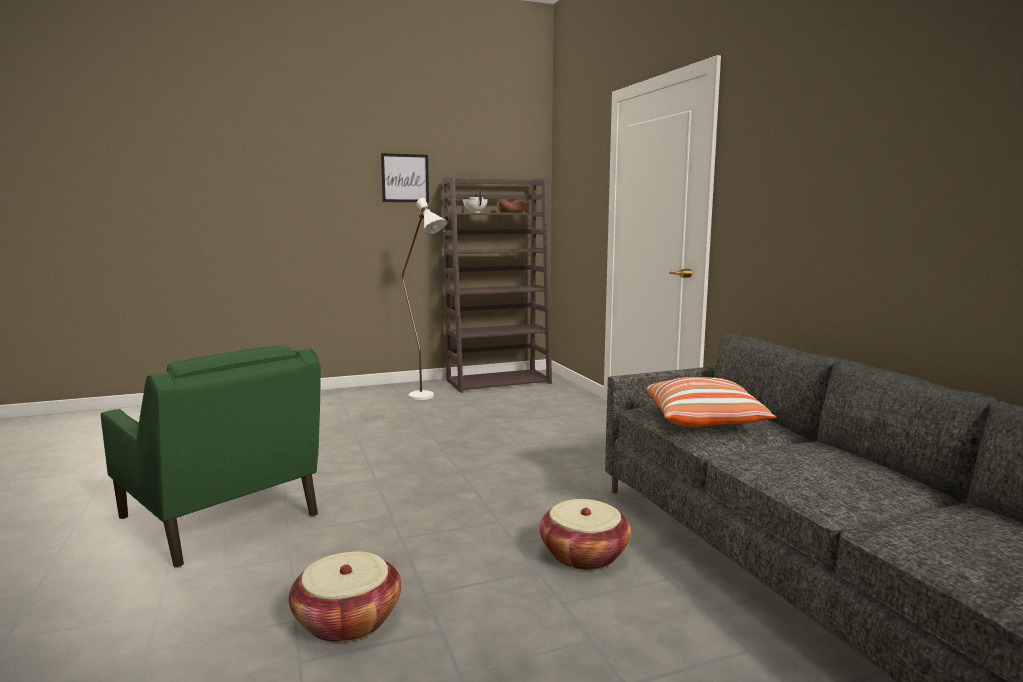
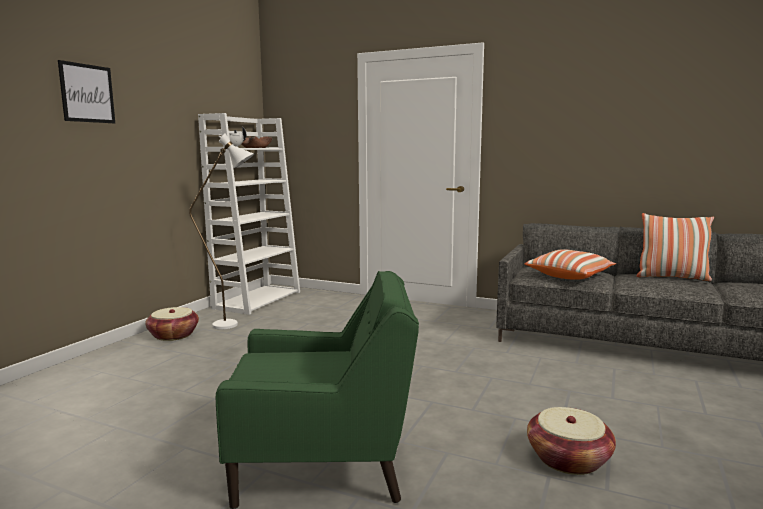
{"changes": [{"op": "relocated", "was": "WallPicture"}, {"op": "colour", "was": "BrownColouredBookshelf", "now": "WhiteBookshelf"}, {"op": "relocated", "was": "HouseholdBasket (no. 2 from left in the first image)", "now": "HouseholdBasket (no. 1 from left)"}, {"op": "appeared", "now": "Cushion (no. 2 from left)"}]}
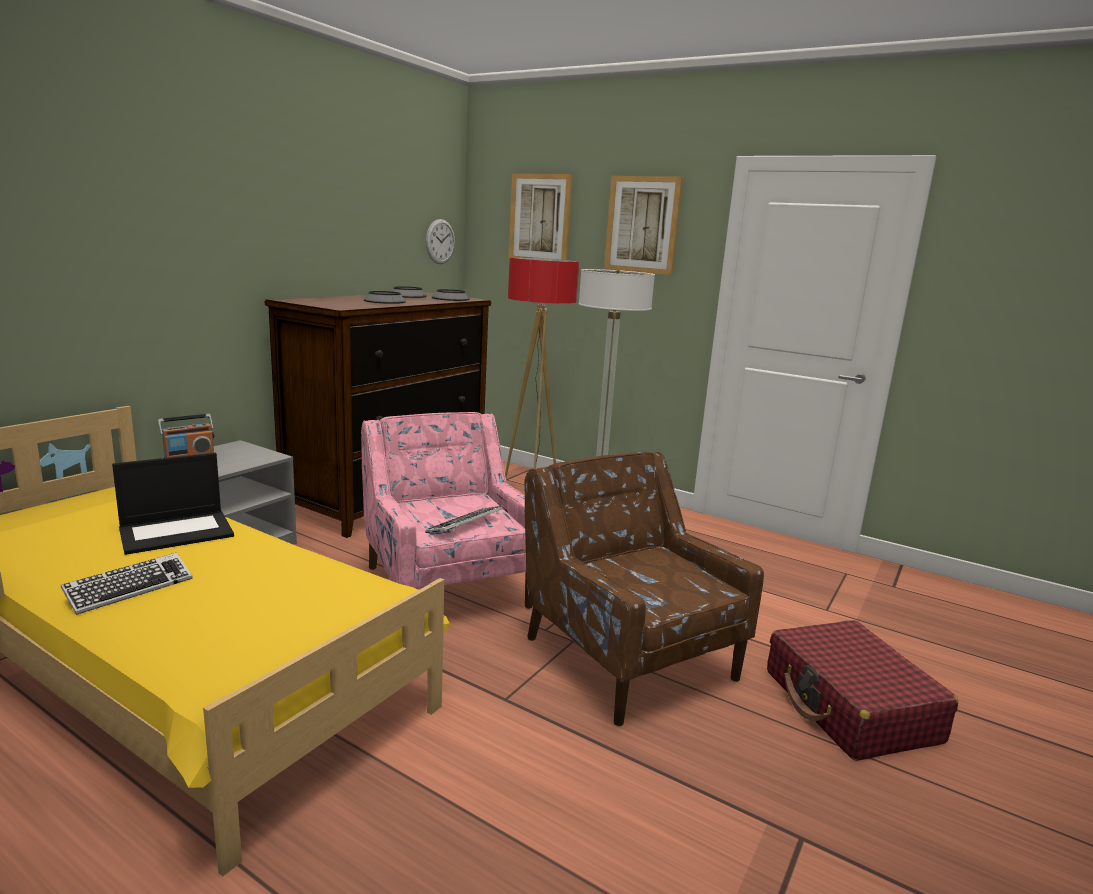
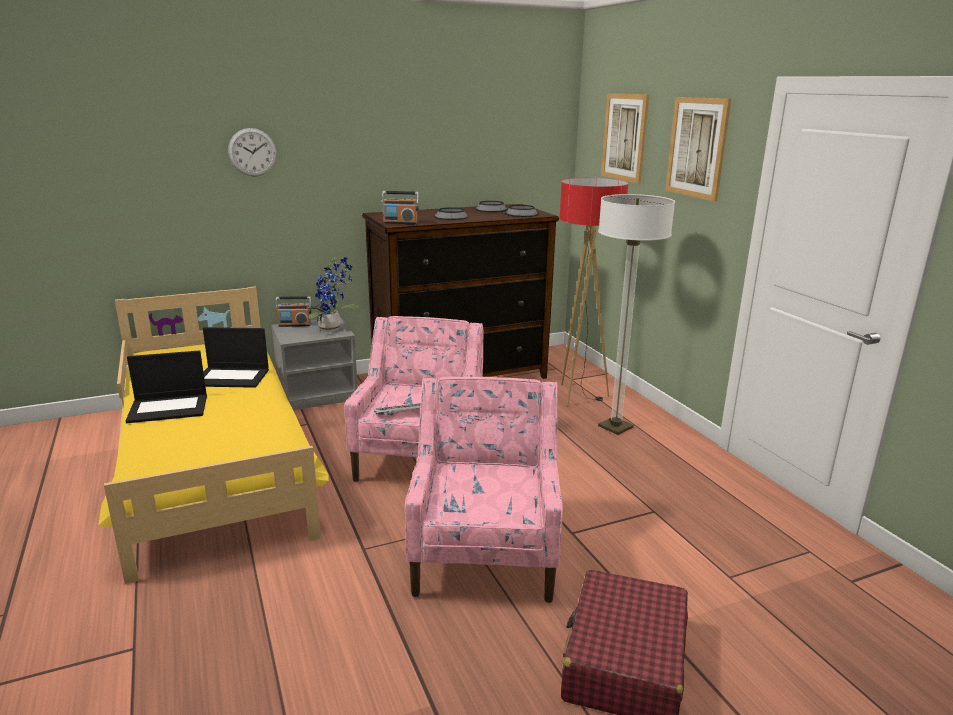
{"changes": [{"op": "relocated", "was": "ClockOnTheWall"}, {"op": "colour", "was": "BrownColouredLoungeChair", "now": "PinkishLoungeChair (no. 2 from left)"}, {"op": "exchanged", "was": "PcKeyboard (no. 1 from left)", "now": "PortableComputer (no. 1 from left)"}, {"op": "appeared", "now": "RadioSet (no. 2 from left)"}, {"op": "appeared", "now": "PlantInAPot"}]}
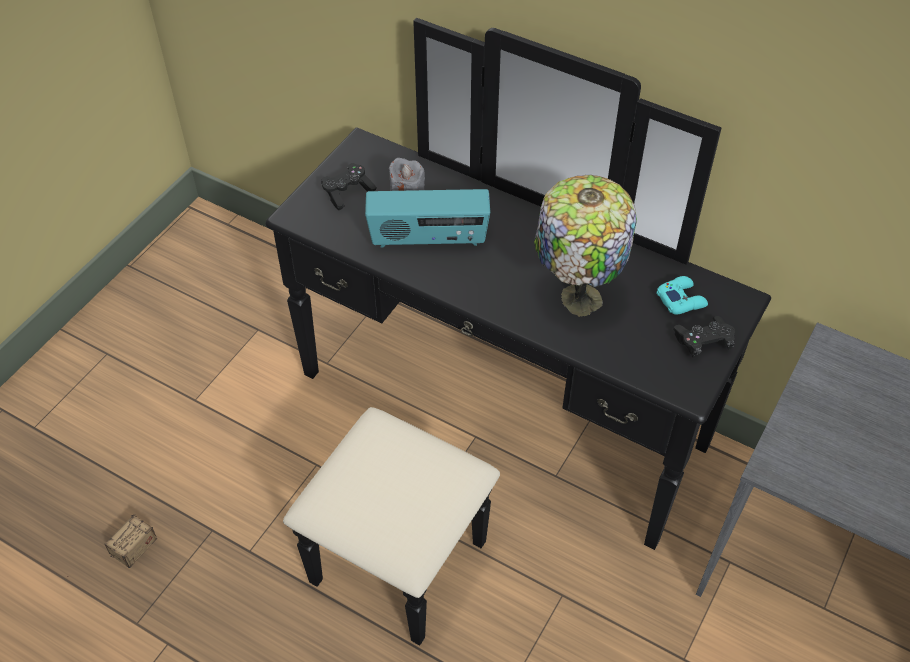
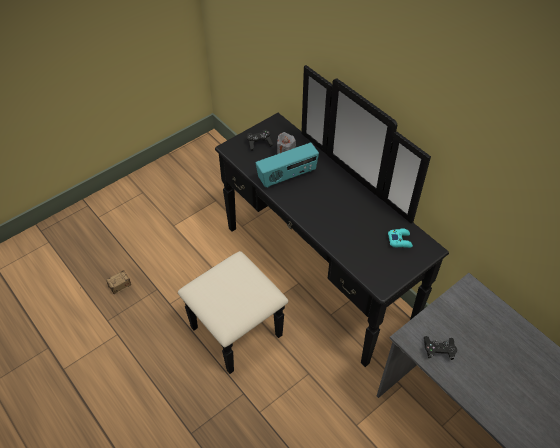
{"changes": [{"op": "missing", "was": "LampForATable"}, {"op": "spun", "was": "RadioSet", "clockwise": -45}, {"op": "relocated", "was": "BlackGamepad (no. 2 from left)"}]}
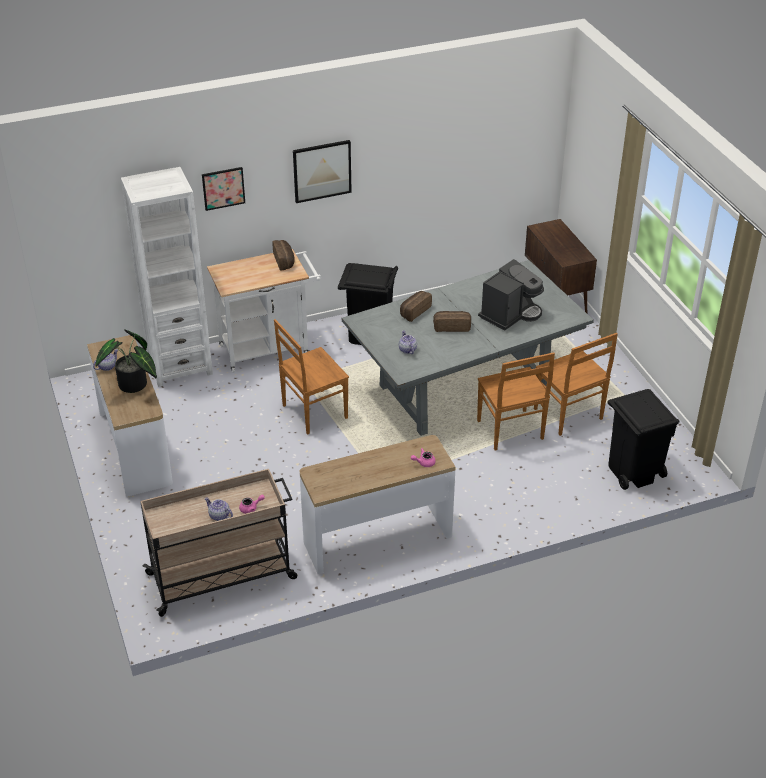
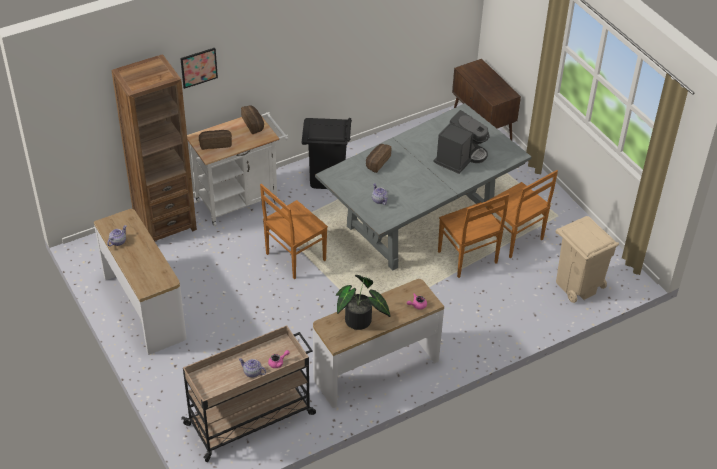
{"changes": [{"op": "missing", "was": "WallPicture (no. 2 from left)"}, {"op": "colour", "was": "WhiteBookshelf", "now": "BrownColouredBookshelf"}, {"op": "relocated", "was": "BakedBread (no. 3 from left in the first image)", "now": "BakedBread (no. 1 from left)"}, {"op": "relocated", "was": "PlantInAPot"}, {"op": "colour", "was": "BlackRubbishBin (no. 2 from left)", "now": "BeigeRubbishBin"}]}
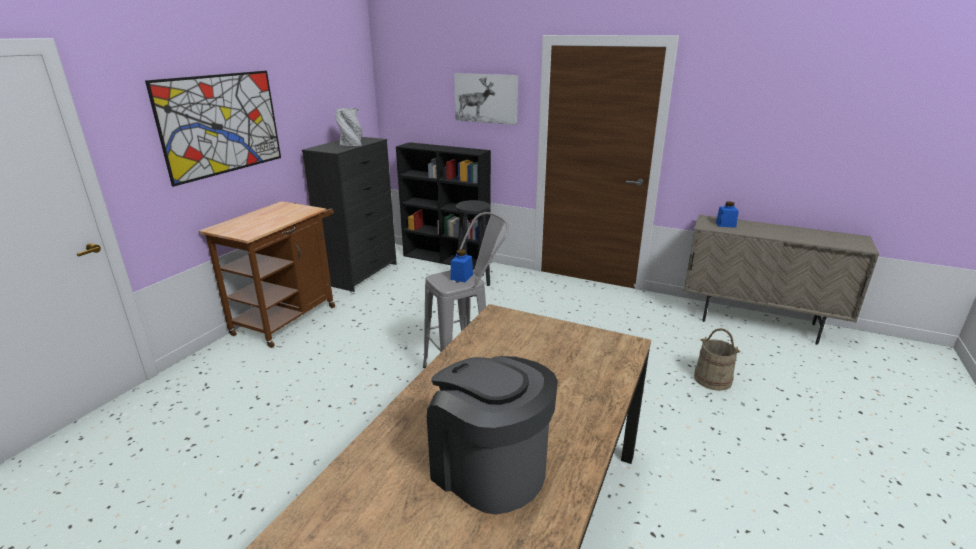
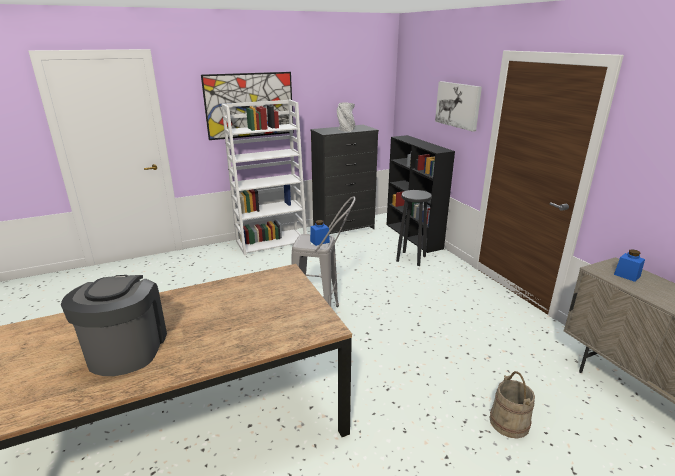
{"changes": [{"op": "exchanged", "was": "BrownColouredCart", "now": "WhiteBookshelf"}]}
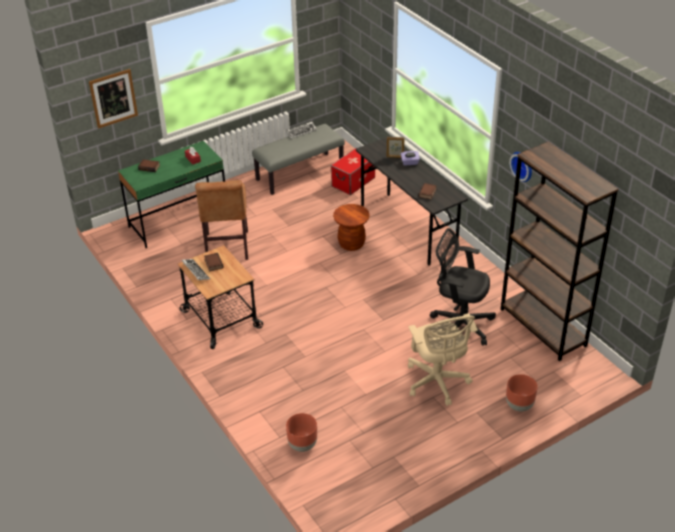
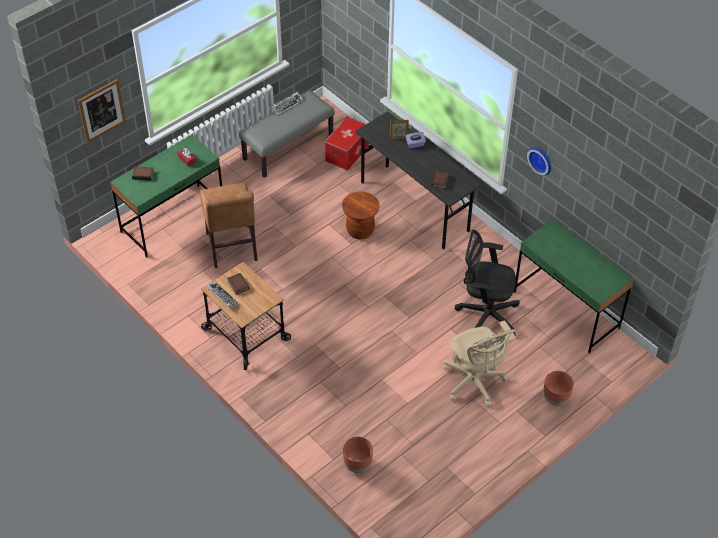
{"changes": [{"op": "exchanged", "was": "BrownColouredBookshelf", "now": "GreenishDesk (no. 2 from left)"}]}
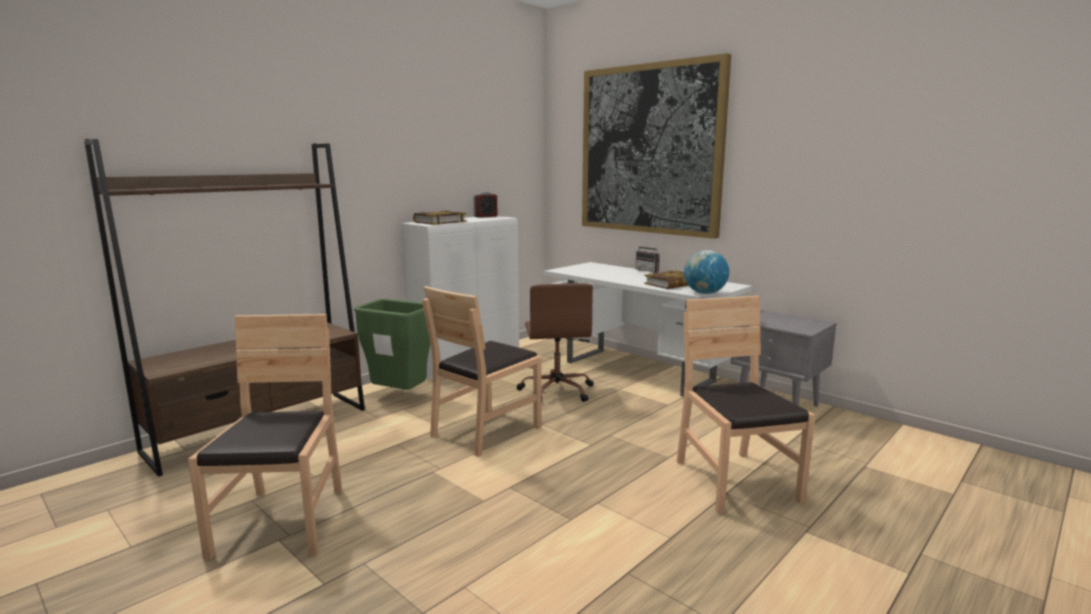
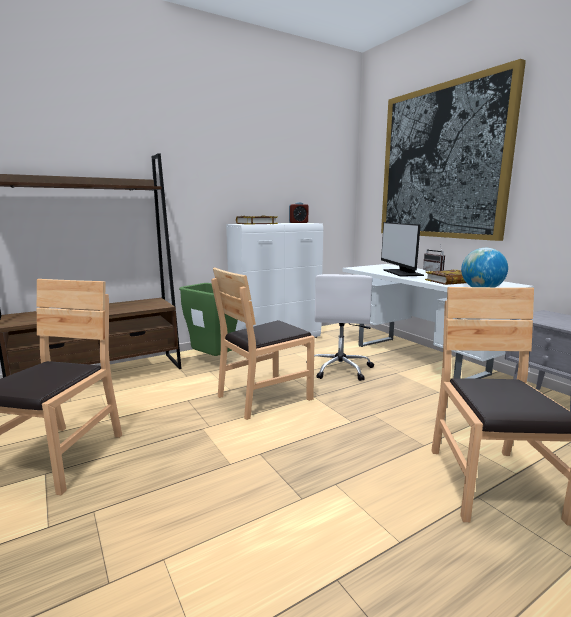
{"changes": [{"op": "colour", "was": "BrownColouredComputerChair", "now": "WhiteComputerChair"}, {"op": "appeared", "now": "ComputerScreen"}]}
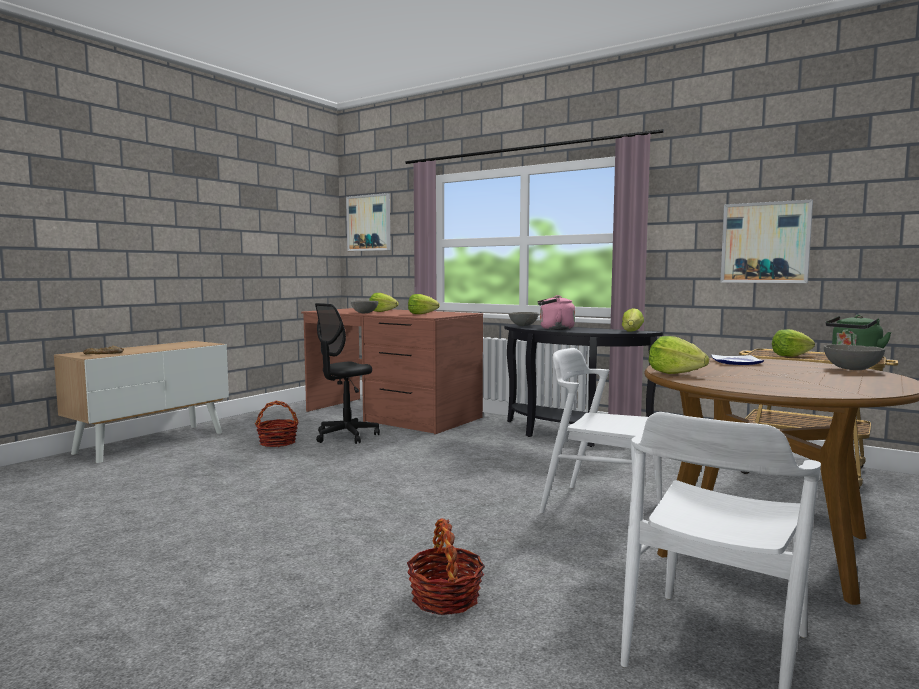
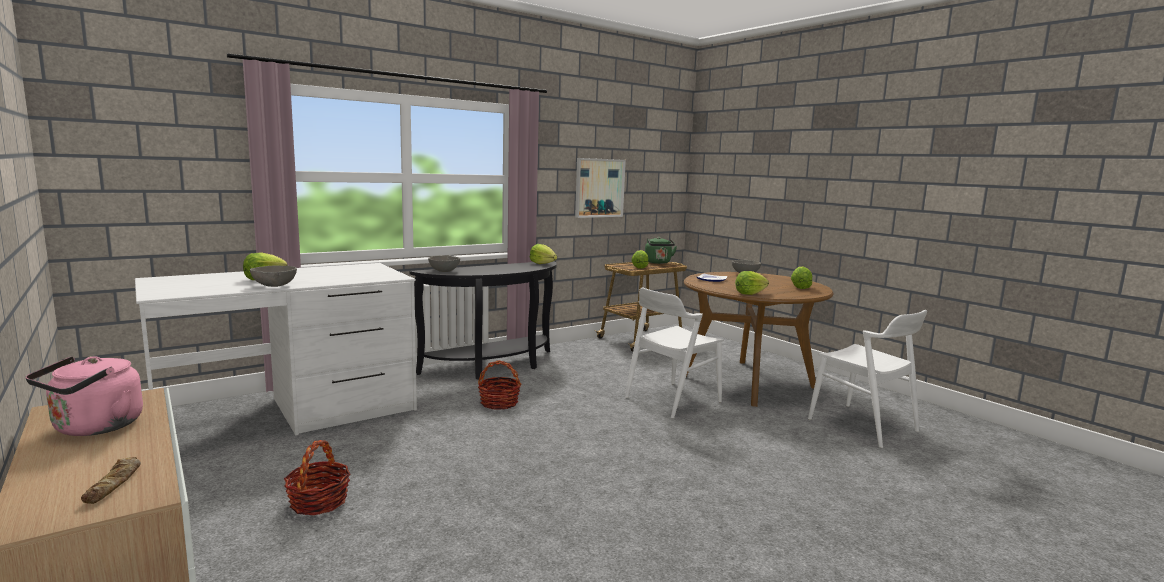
{"changes": [{"op": "missing", "was": "WallPicture (no. 1 from left)"}, {"op": "relocated", "was": "HeadOfLettuce (no. 2 from left in the first image)", "now": "HeadOfLettuce (no. 5 from left)"}, {"op": "relocated", "was": "PinkishKettle"}, {"op": "missing", "was": "BlackComputerChair"}, {"op": "colour", "was": "BrownColouredDesk", "now": "WhiteDesk"}, {"op": "relocated", "was": "HouseholdBasket (no. 2 from left)"}]}
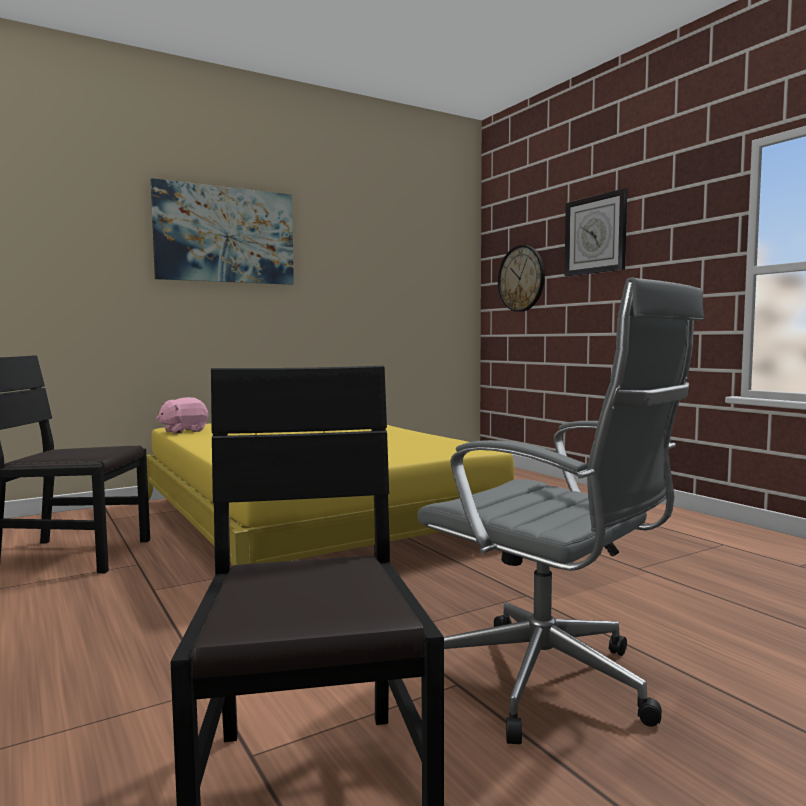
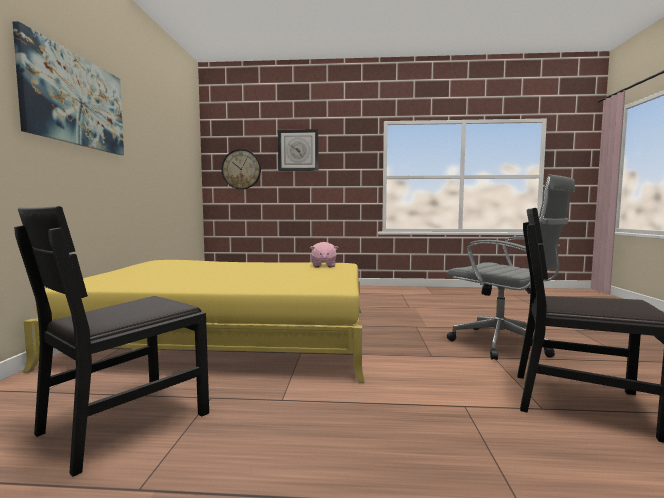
{"changes": [{"op": "spun", "was": "GreyishComputerChair", "clockwise": 60}, {"op": "relocated", "was": "PinkishCuddlyToy"}]}
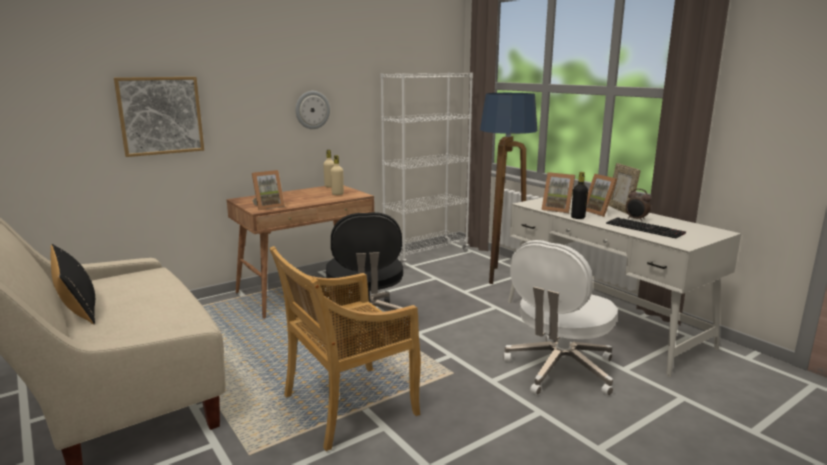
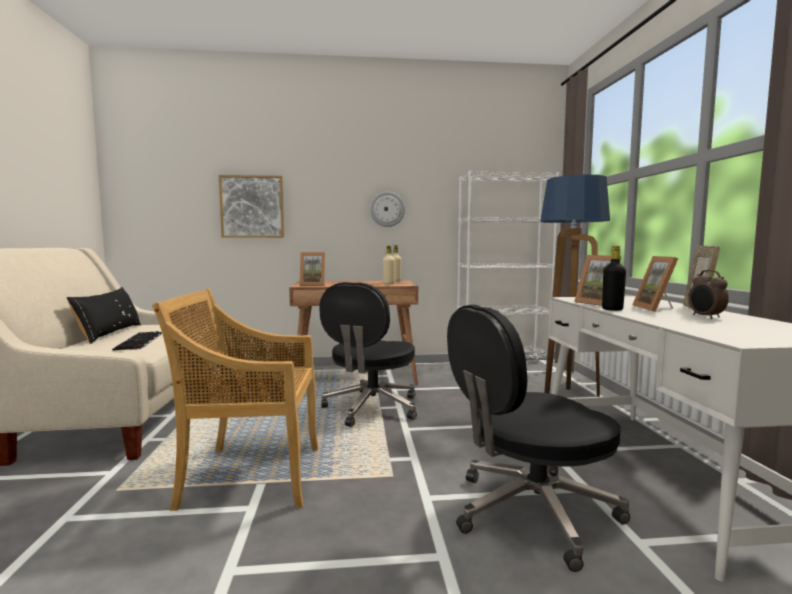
{"changes": [{"op": "relocated", "was": "PcKeyboard"}, {"op": "colour", "was": "WhiteComputerChair", "now": "BlackComputerChair (no. 2 from left)"}]}
